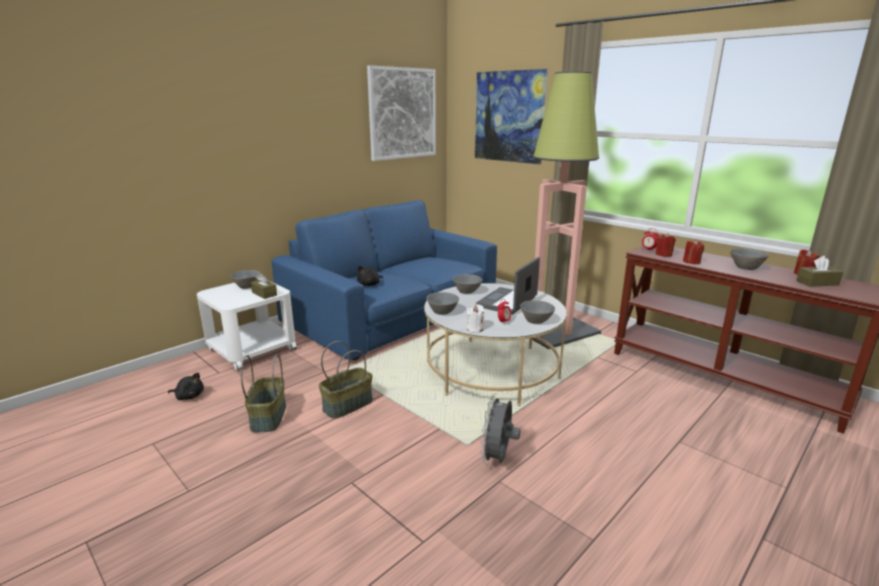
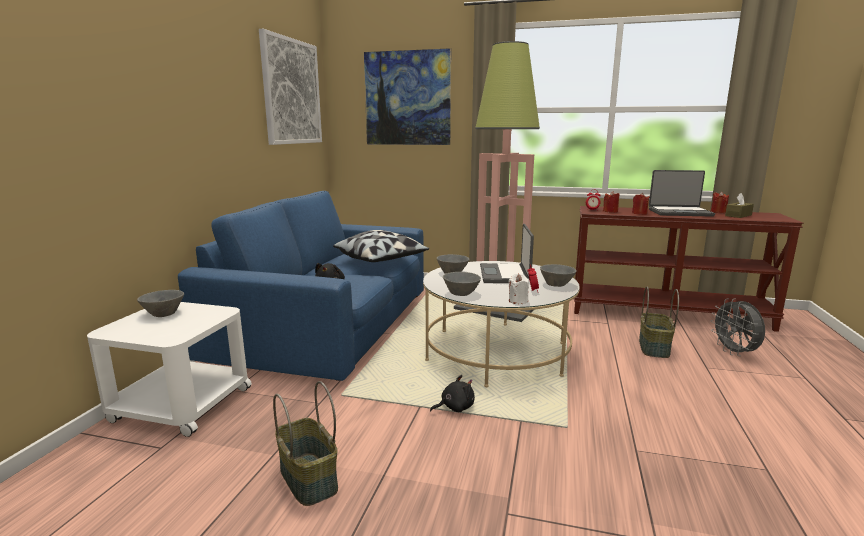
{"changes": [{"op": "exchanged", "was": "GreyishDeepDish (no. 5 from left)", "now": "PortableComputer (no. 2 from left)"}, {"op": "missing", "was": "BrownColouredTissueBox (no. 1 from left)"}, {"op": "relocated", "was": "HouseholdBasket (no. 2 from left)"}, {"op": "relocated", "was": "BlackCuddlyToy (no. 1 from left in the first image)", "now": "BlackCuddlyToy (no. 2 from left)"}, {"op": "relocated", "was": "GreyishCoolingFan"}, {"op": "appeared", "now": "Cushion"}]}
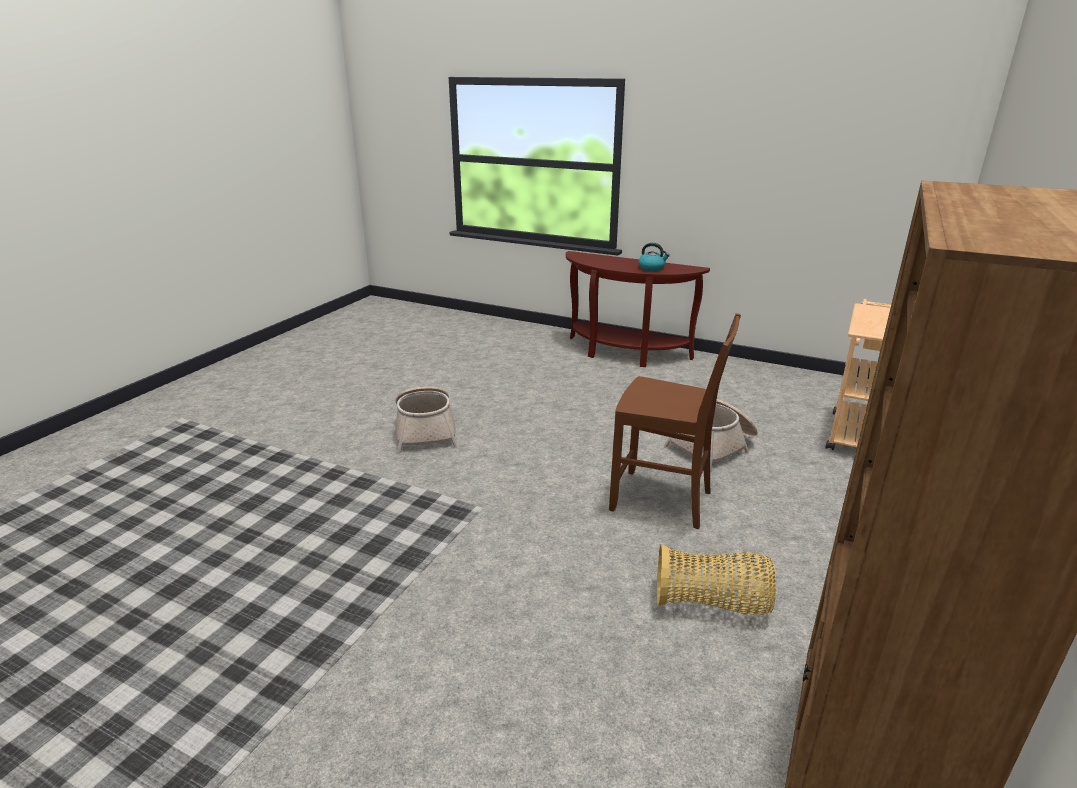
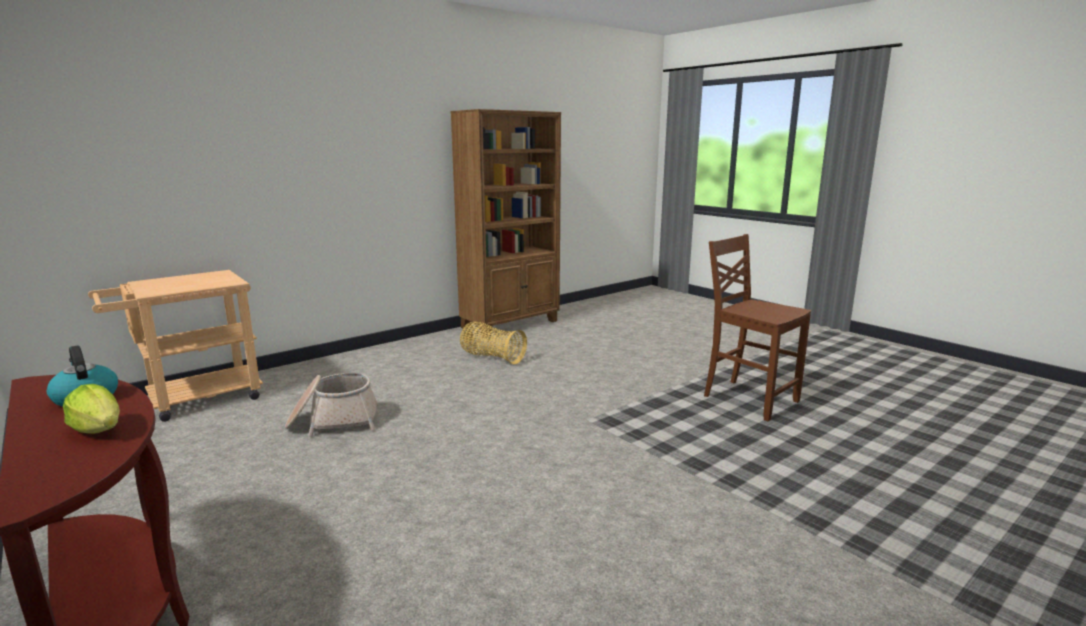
{"changes": [{"op": "relocated", "was": "BrownColouredPlainChair"}, {"op": "missing", "was": "HouseholdBasket (no. 1 from left)"}, {"op": "appeared", "now": "HeadOfLettuce"}]}
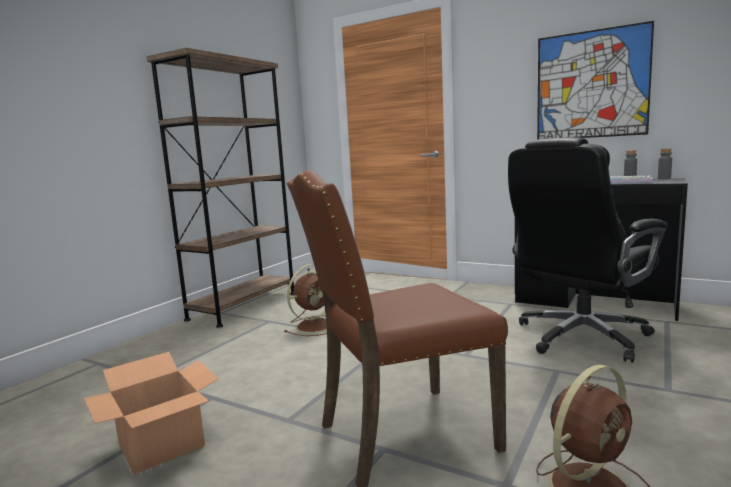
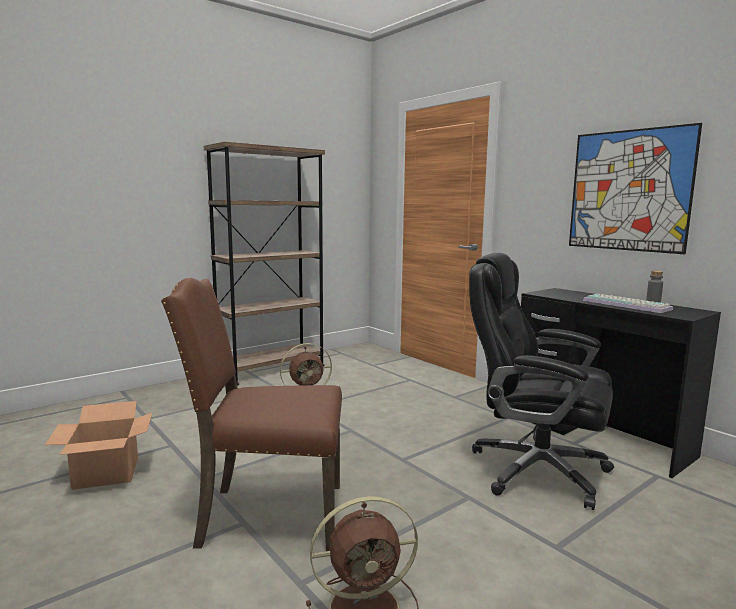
{"changes": [{"op": "spun", "was": "BlackComputerChair", "clockwise": 45}, {"op": "missing", "was": "GreyishBottle (no. 2 from left)"}]}
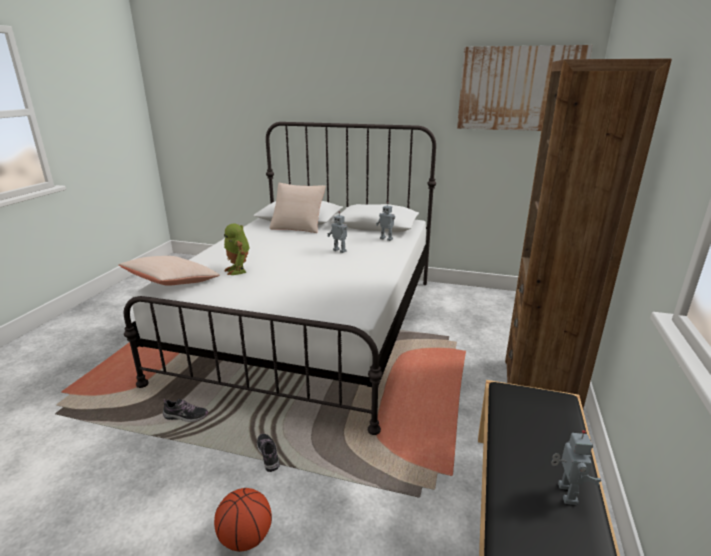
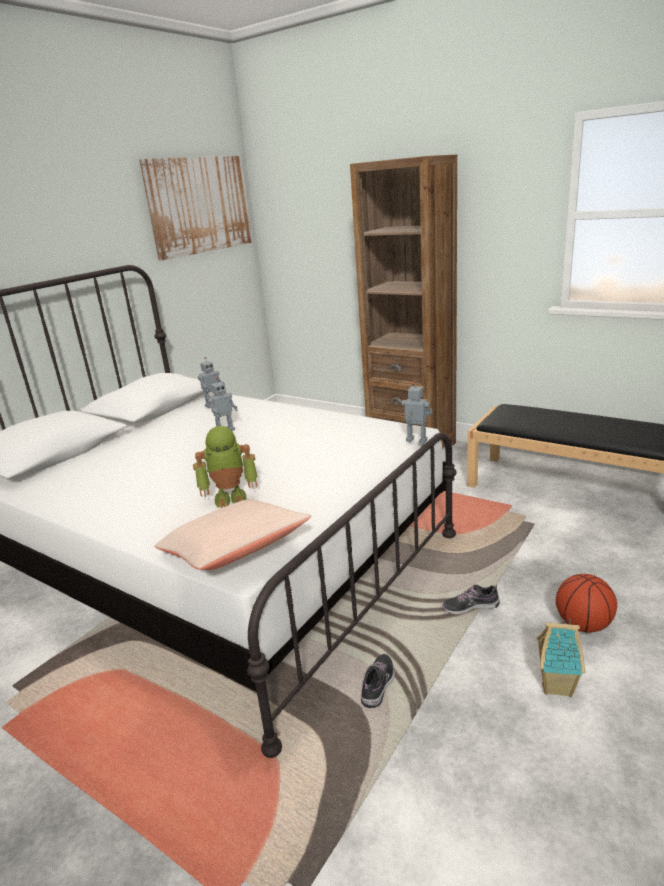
{"changes": [{"op": "missing", "was": "BeigeCushion (no. 2 from left)"}, {"op": "relocated", "was": "ModelRobot (no. 4 from left)"}, {"op": "appeared", "now": "ModelHouse"}]}
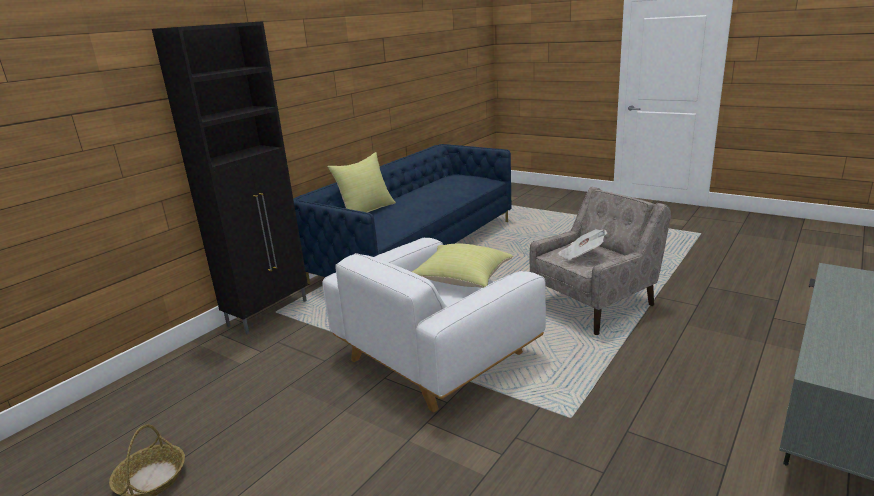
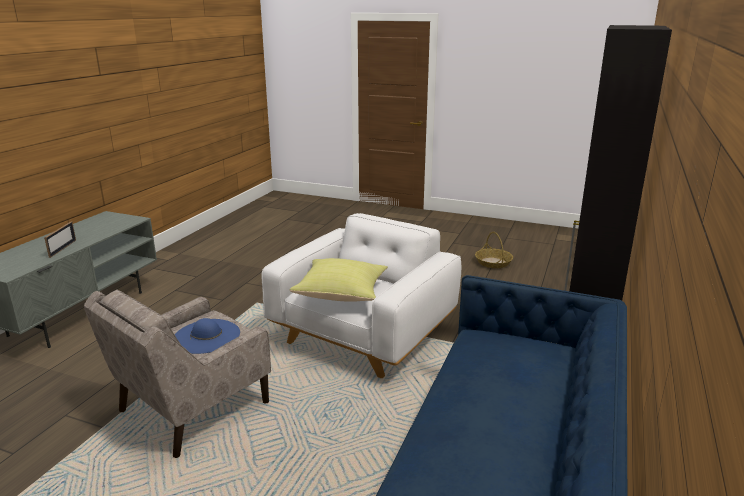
{"changes": [{"op": "missing", "was": "YellowColouredCushion (no. 1 from left)"}, {"op": "exchanged", "was": "PrintedPaper", "now": "BlueWearableHat"}, {"op": "appeared", "now": "StandingFrame"}]}
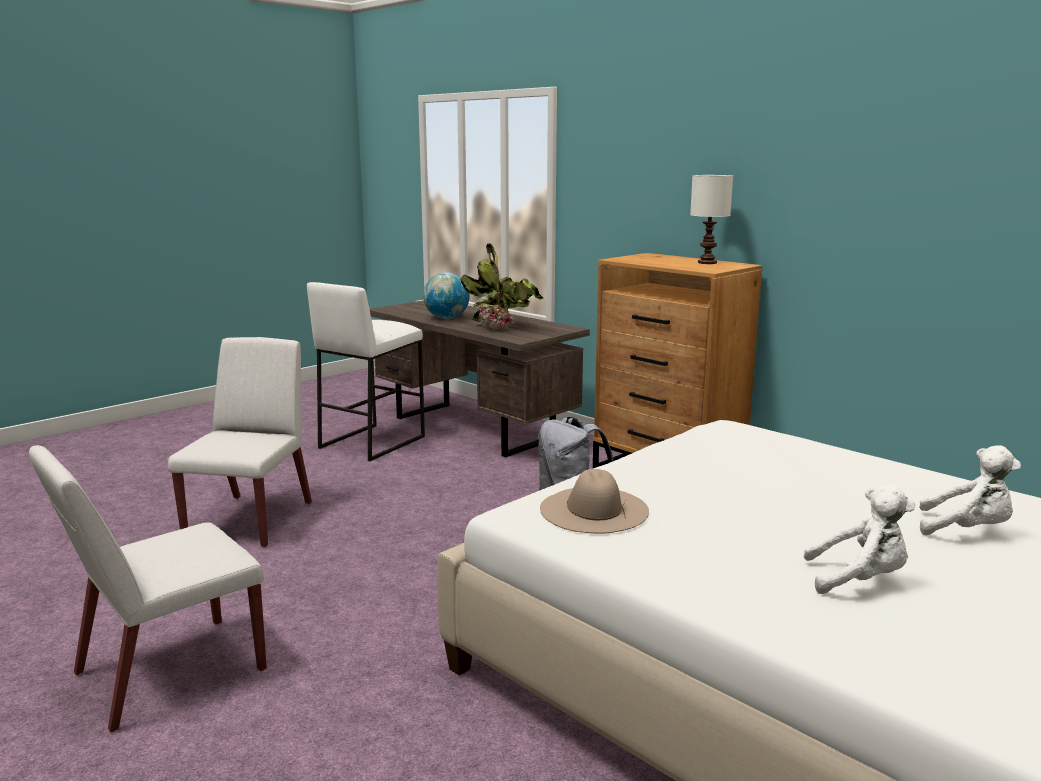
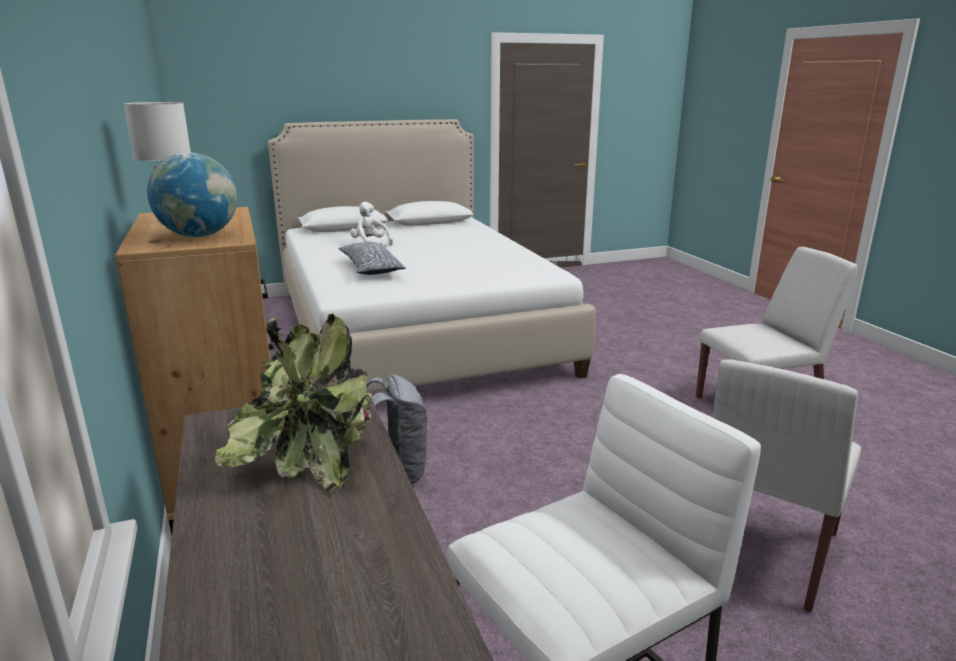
{"changes": [{"op": "relocated", "was": "DeskGlobe"}, {"op": "missing", "was": "BeigeWearableHat"}, {"op": "missing", "was": "WhiteCuddlyToy (no. 1 from left)"}, {"op": "appeared", "now": "Cushion"}]}
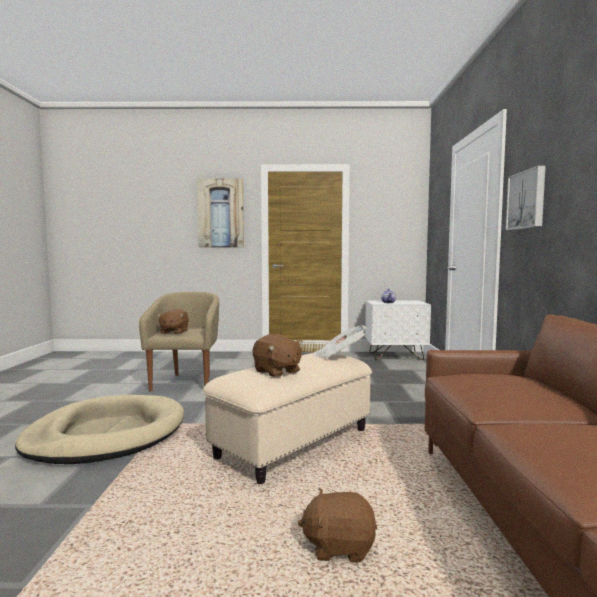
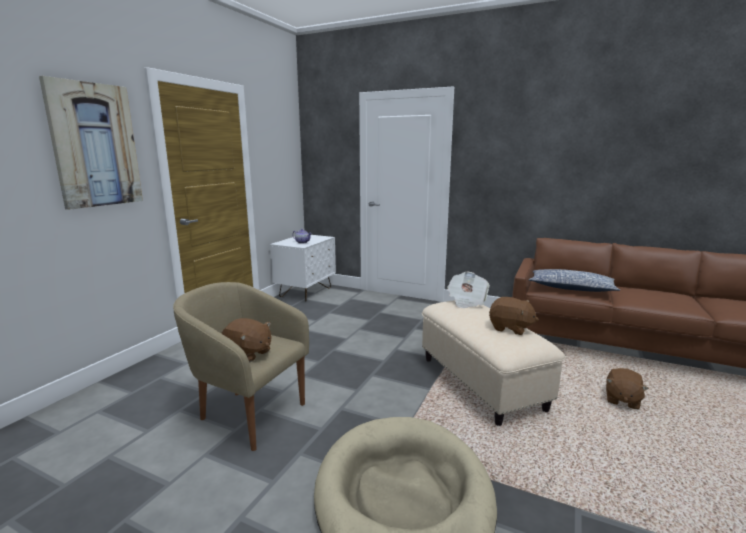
{"changes": [{"op": "missing", "was": "WallPicture (no. 2 from left)"}, {"op": "spun", "was": "BrownColouredCuddlyToy (no. 2 from left)", "clockwise": 45}, {"op": "appeared", "now": "Cushion"}]}
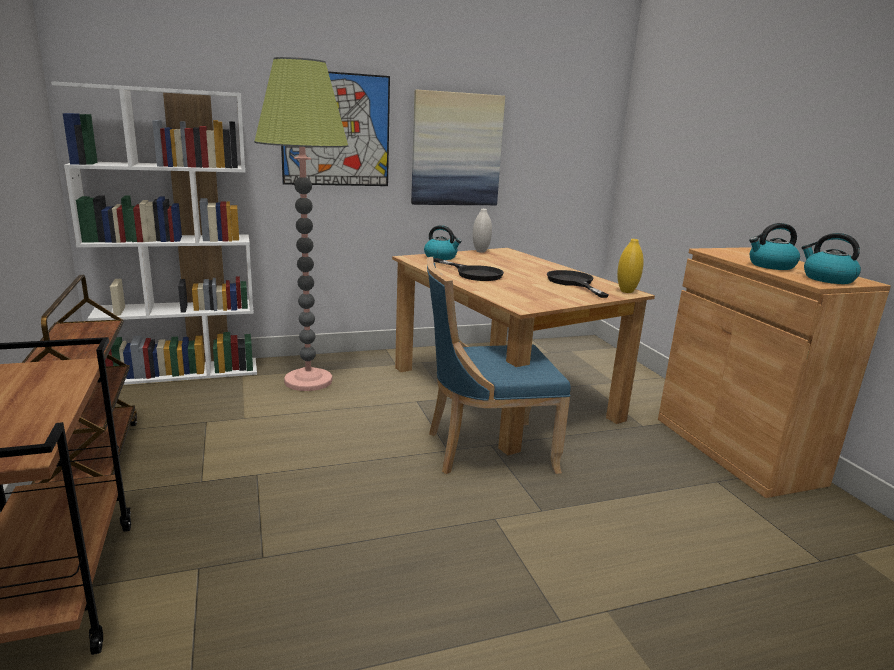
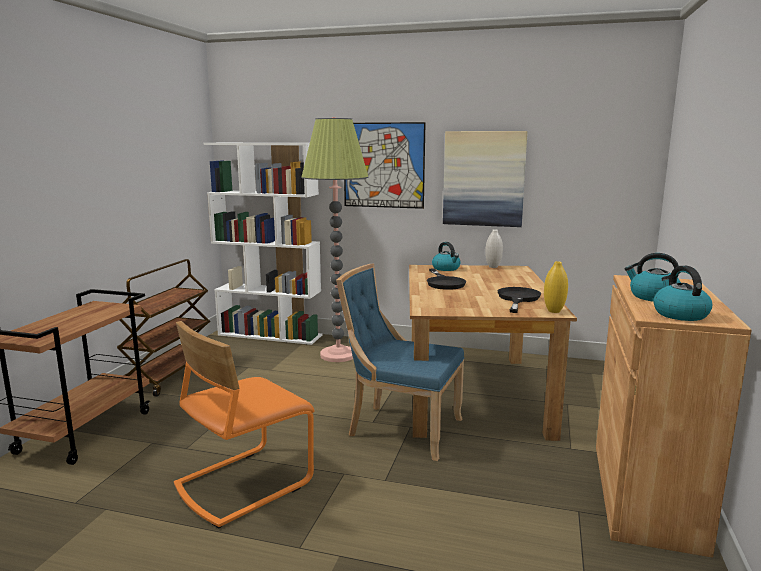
{"changes": [{"op": "appeared", "now": "OrangeColouredPlainChair"}]}
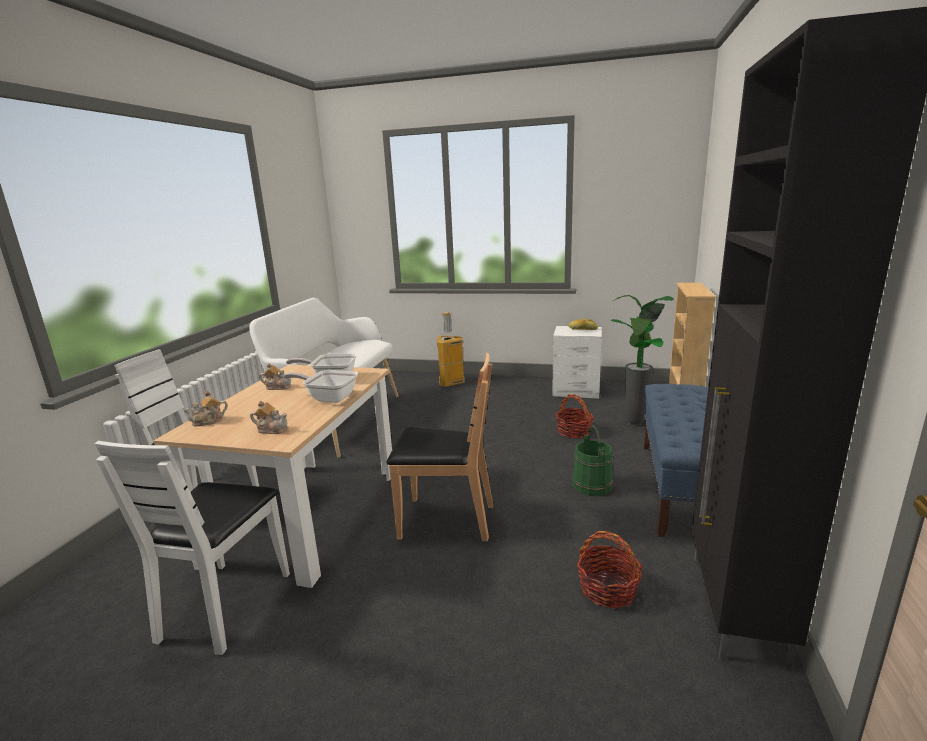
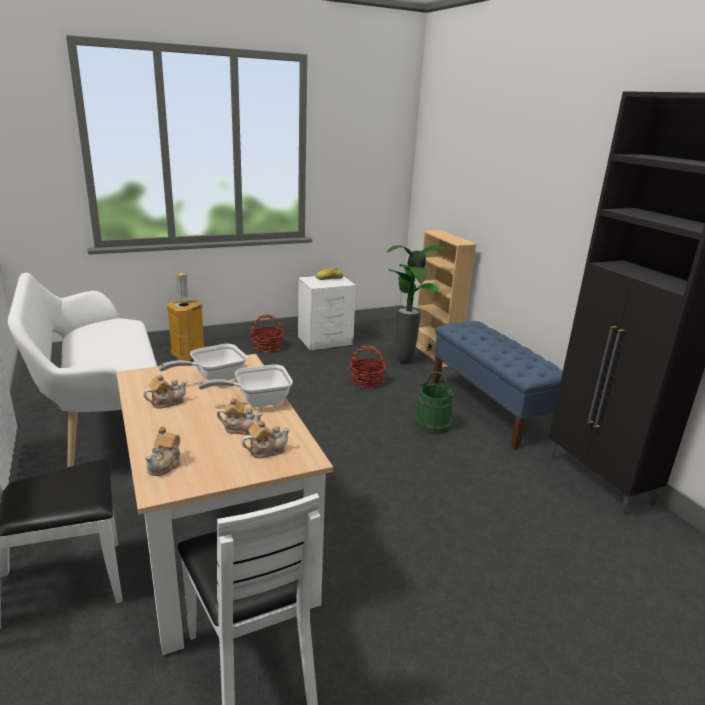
{"changes": [{"op": "missing", "was": "BrownColouredPlainChair"}, {"op": "relocated", "was": "HouseholdBasket (no. 2 from left in the first image)", "now": "HouseholdBasket (no. 1 from left)"}, {"op": "appeared", "now": "PotForTea (no. 3 from left)"}]}
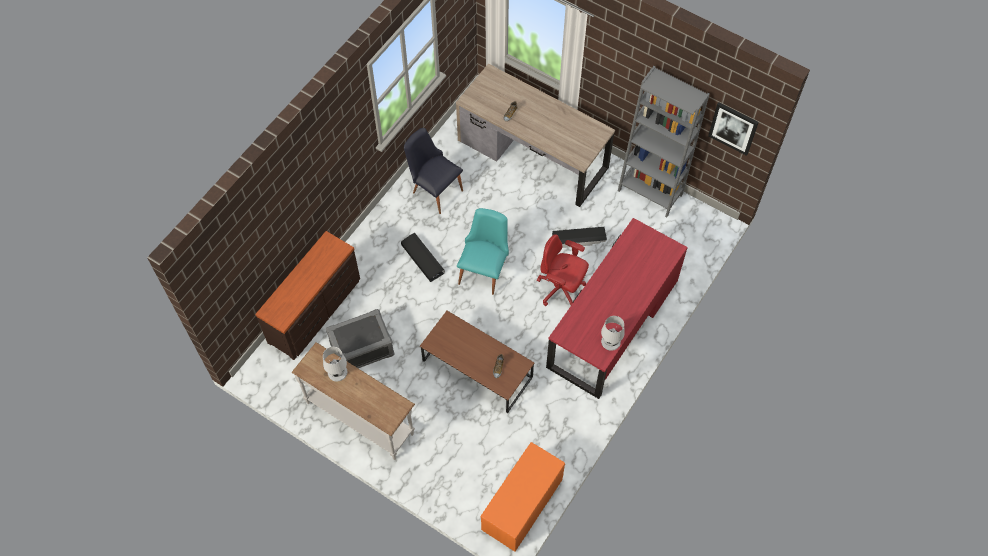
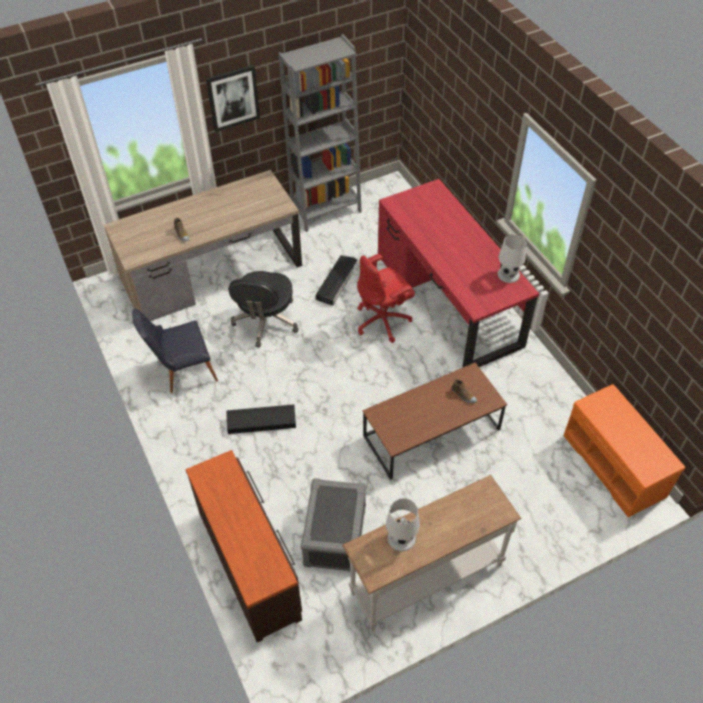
{"changes": [{"op": "relocated", "was": "WallPicture"}, {"op": "missing", "was": "TurquoiseColouredPlainChair"}, {"op": "appeared", "now": "BlackComputerChair"}]}
